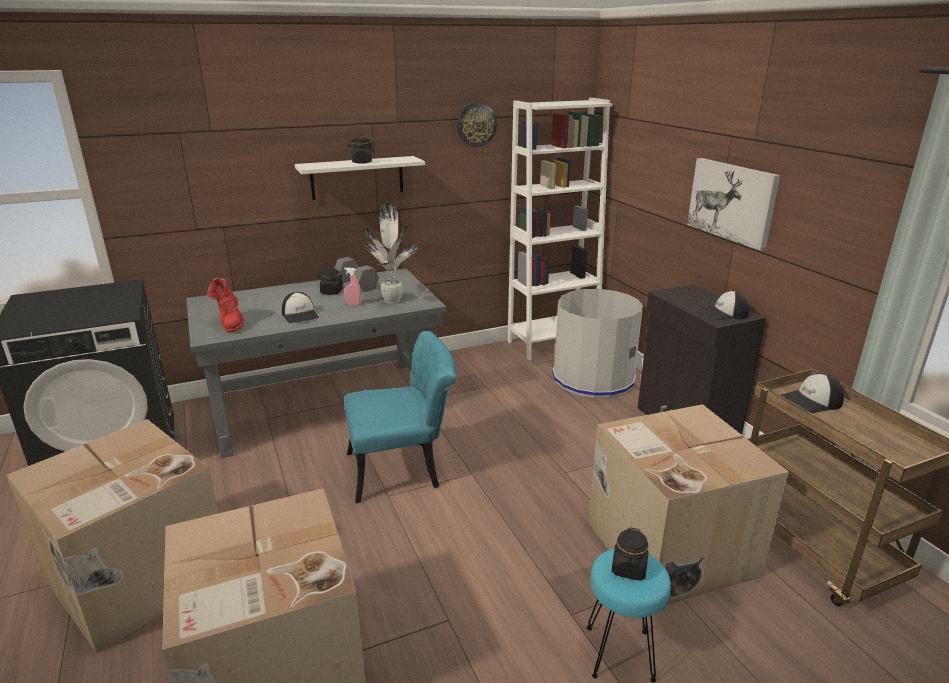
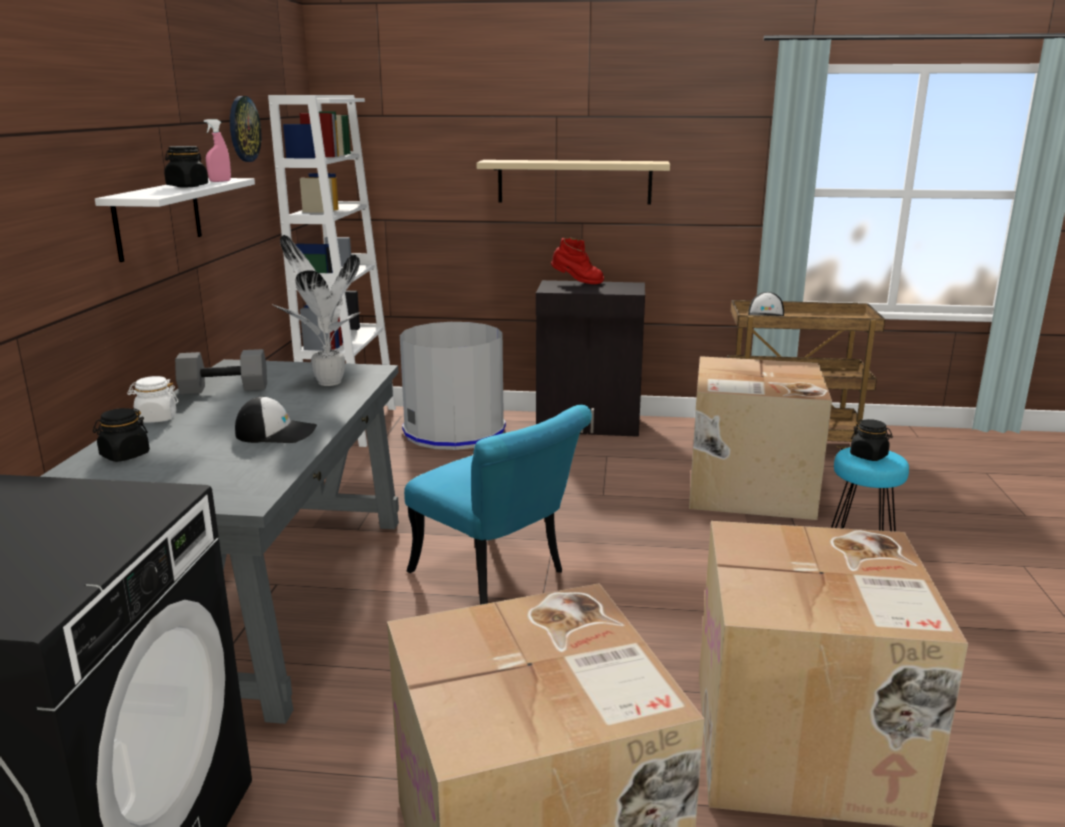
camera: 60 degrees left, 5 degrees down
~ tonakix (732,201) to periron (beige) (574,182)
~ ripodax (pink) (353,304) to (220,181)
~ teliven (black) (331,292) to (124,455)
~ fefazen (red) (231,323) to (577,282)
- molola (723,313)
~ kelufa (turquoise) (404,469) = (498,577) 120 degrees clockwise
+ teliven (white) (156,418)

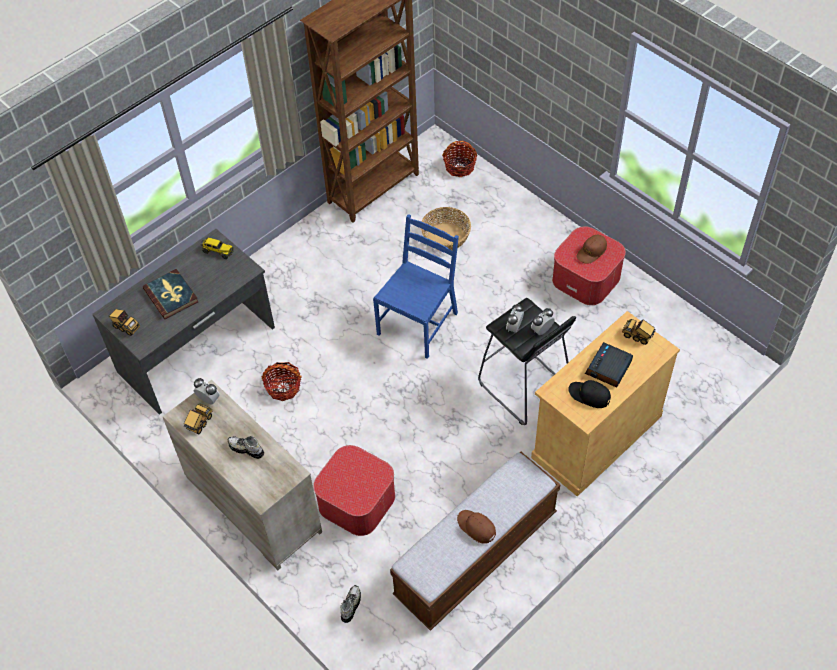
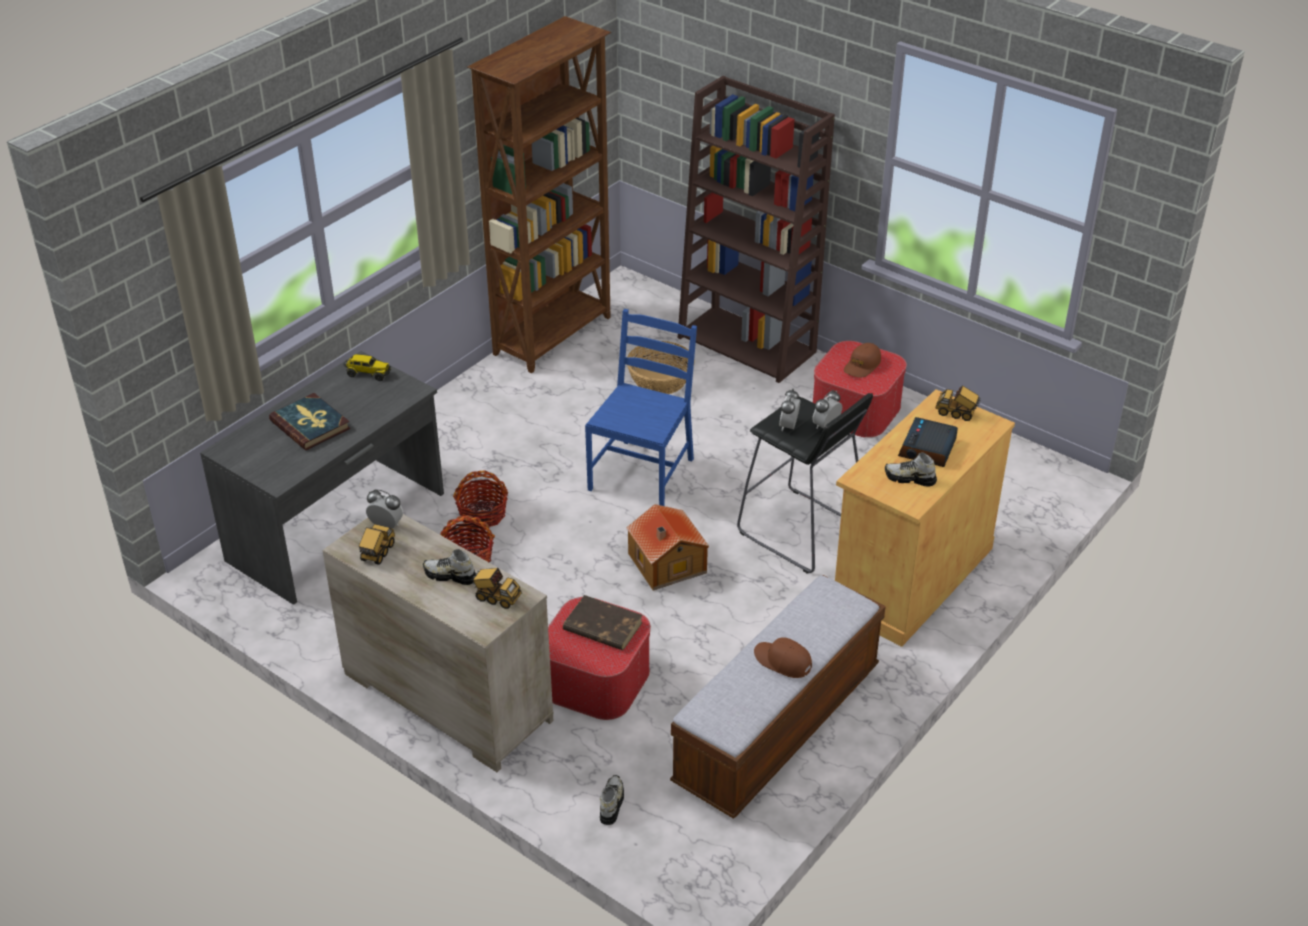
camera: 10 degrees left, 15 degrees down
~ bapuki (460,167) to (482,514)
~ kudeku (126,327) to (496,598)
~ molola (black) (589,395) to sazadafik (910,478)
+ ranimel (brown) (748,345)
+ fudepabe (666,564)
+ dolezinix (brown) (602,626)

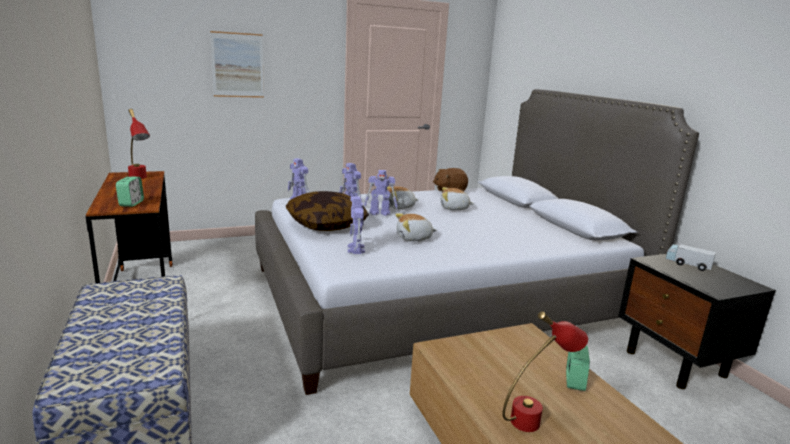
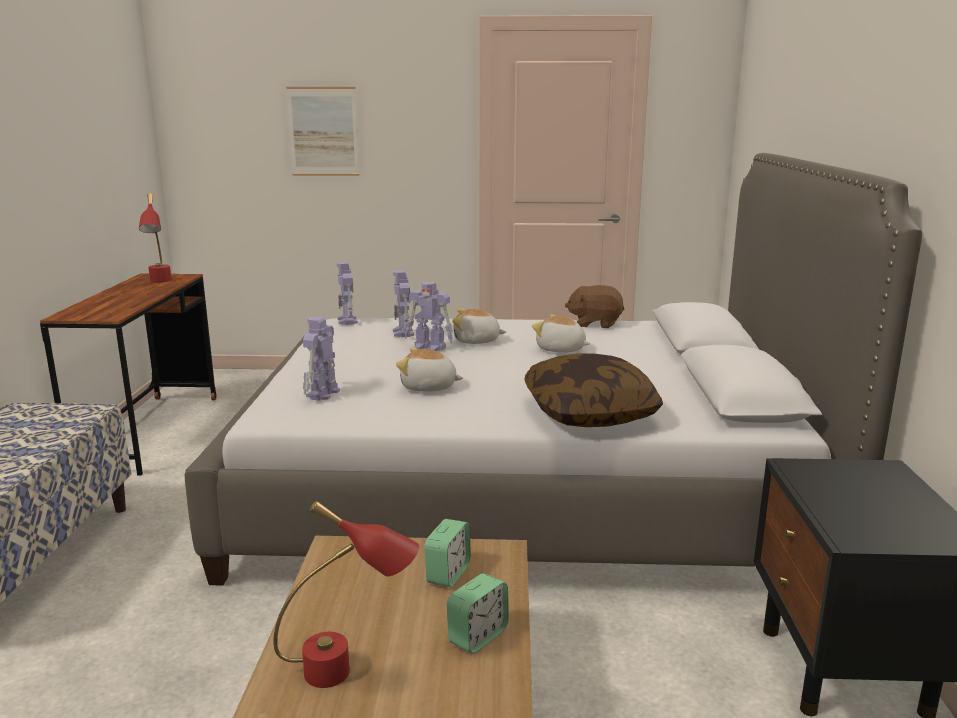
camera: 25 degrees right, 0 degrees up
~ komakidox (131,203) to (448,574)
~ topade (326,224) to (589,413)
- kudeku (687,264)

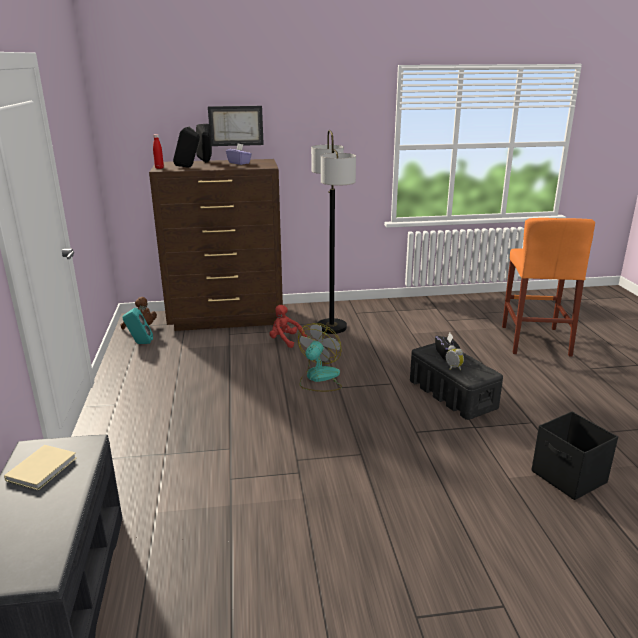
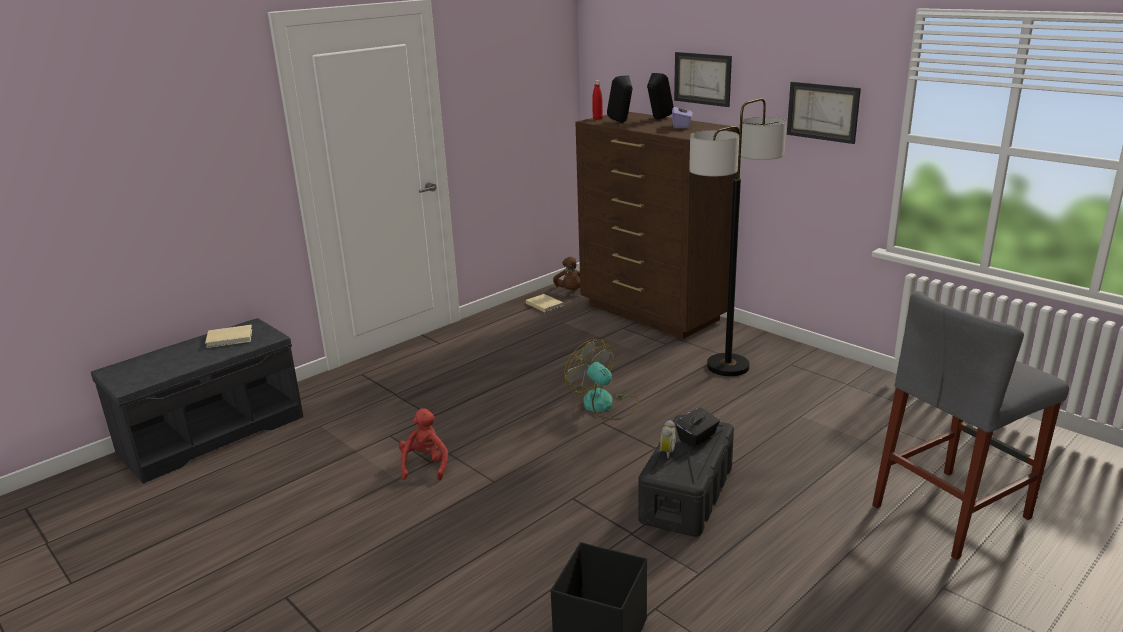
camera: 55 degrees right, 0 degrees up
~ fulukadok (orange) (535,340) to fulukadok (grey) (951,512)
~ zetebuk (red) (285,340) to (425,465)
~ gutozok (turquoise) (140,343) to dolezinix (beige) (544,304)
~ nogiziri (319,378) = (604,405) 120 degrees counterclockwise
+ tonakix (822,112)

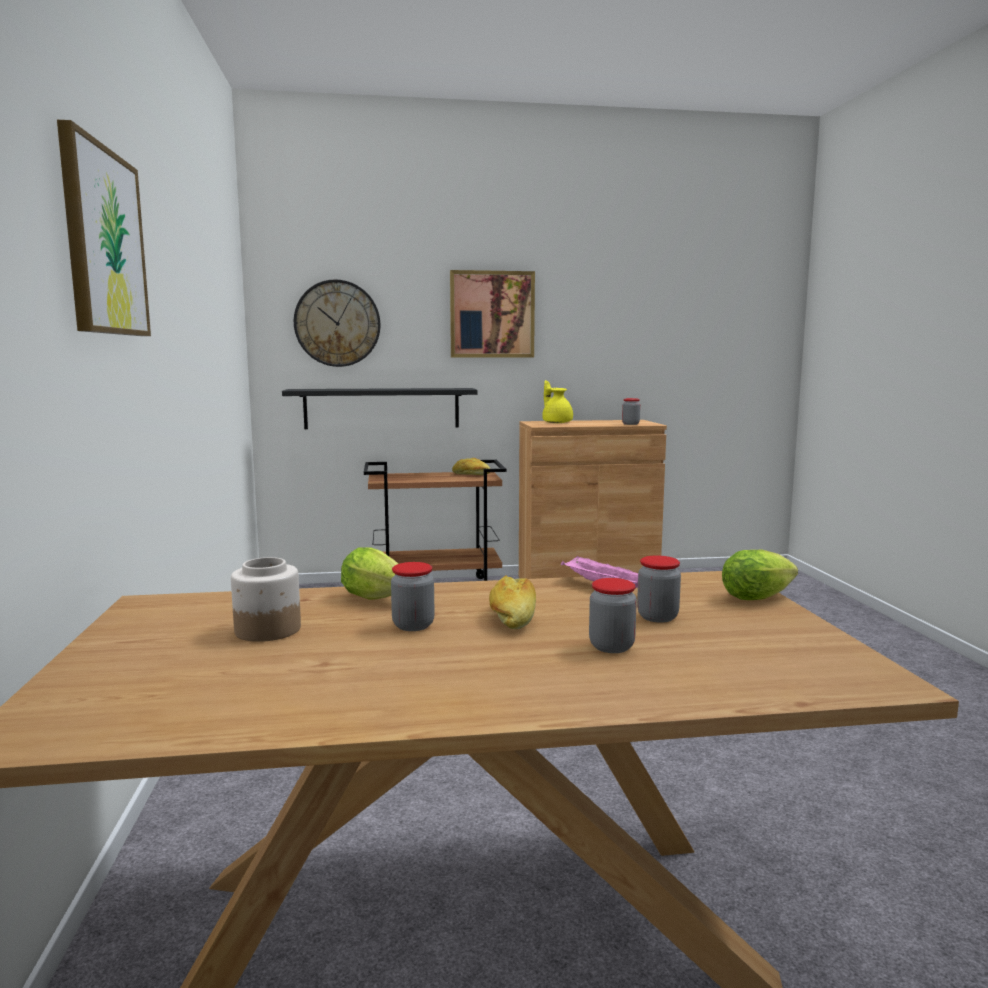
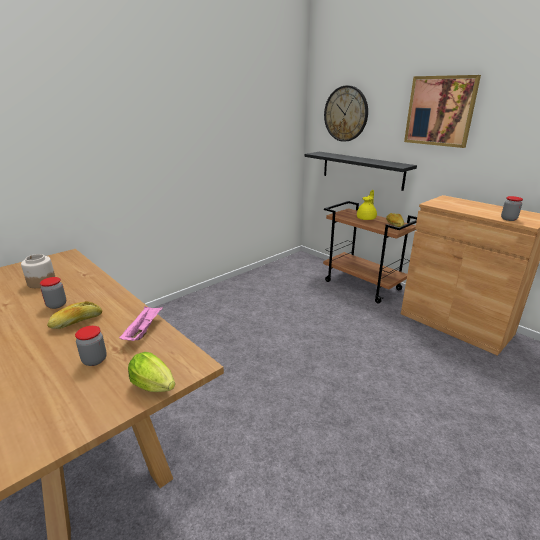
camera: 55 degrees right, 15 degrees up
- tonakix (104,242)
~ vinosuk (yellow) (556,422) to (366,218)
- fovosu (378,599)
- teliven (611,646)

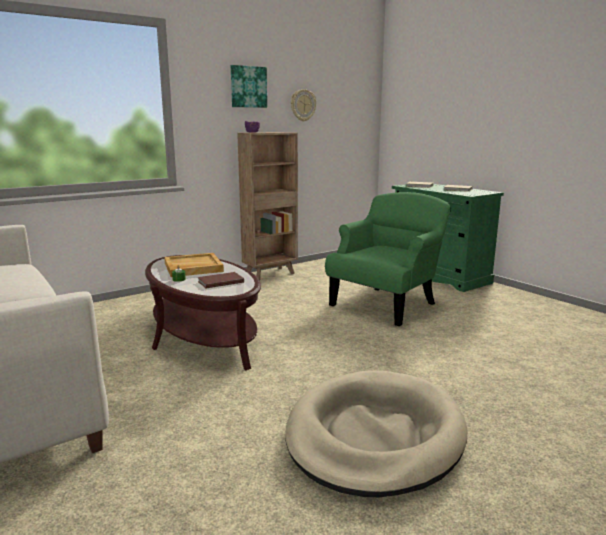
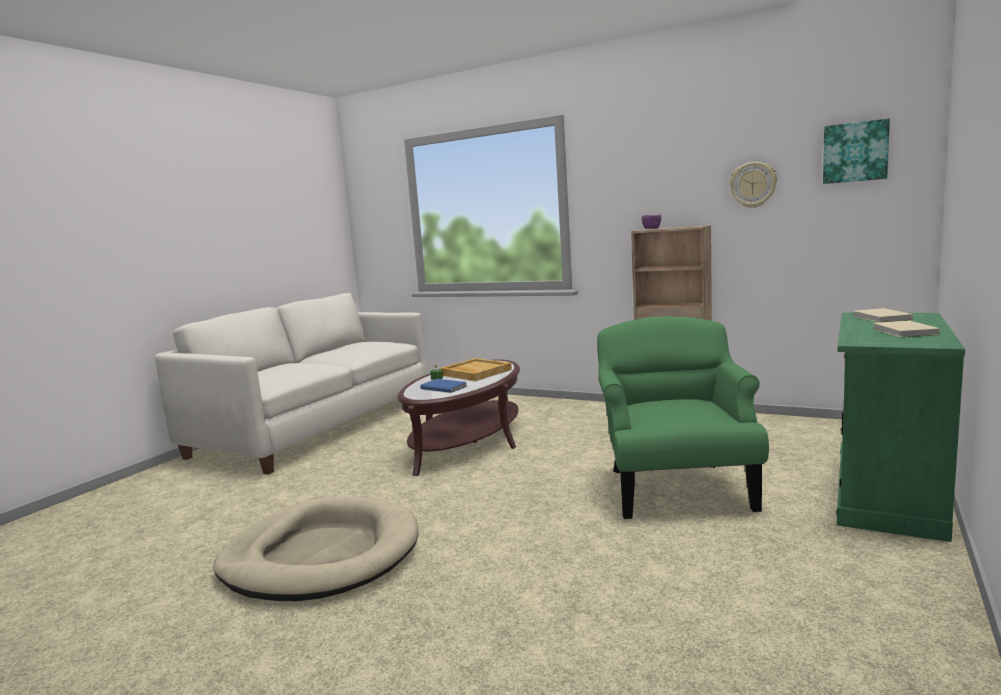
camera: 65 degrees right, 5 degrees down
~ tonakix (248,87) to (855,152)
~ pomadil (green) (386,304) = (676,487) 105 degrees counterclockwise
~ dolezinix (brown) (220,282) to dolezinix (blue) (444,387)

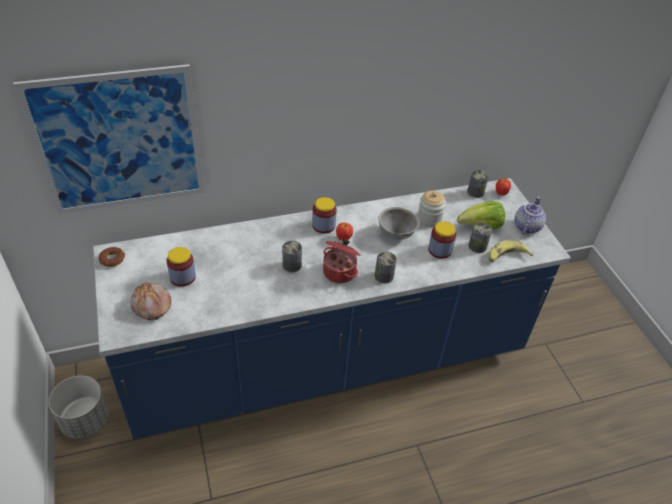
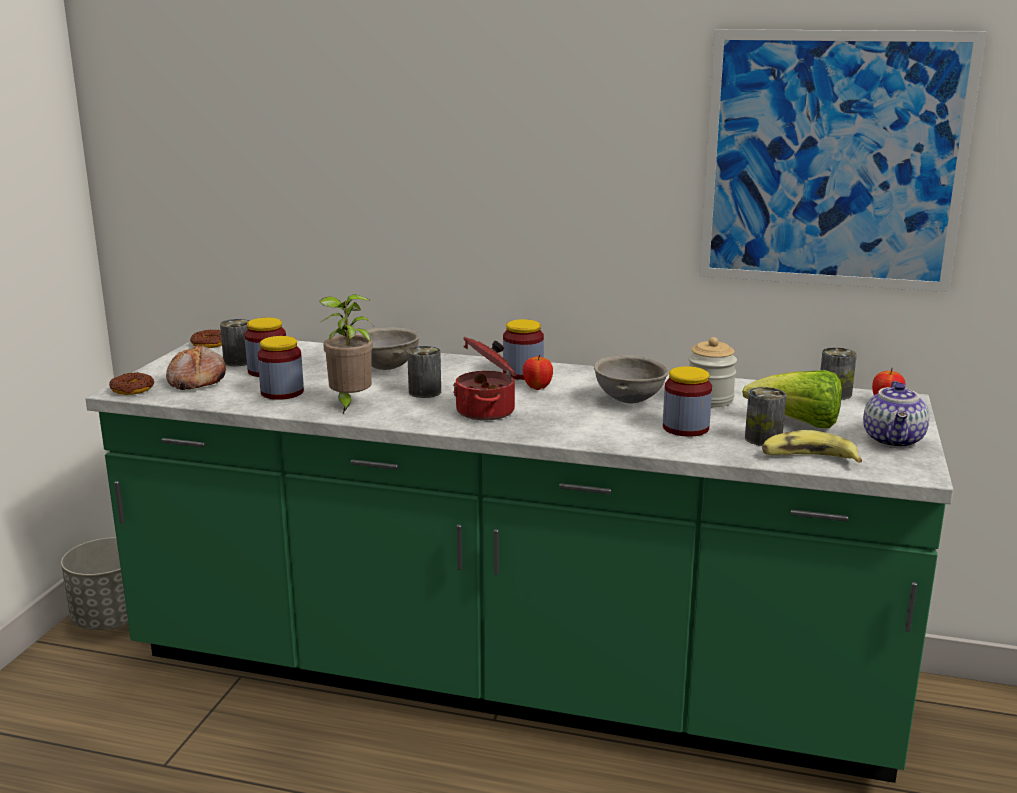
camera: 35 degrees right, 25 degrees down
~ tonakix (119,142) to (832,161)
~ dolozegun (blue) (328,361) to dolozegun (green) (508,676)
~ vinosuk (526,226) = (894,441) 135 degrees clockwise
~ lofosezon (384,276) to (239,361)
+ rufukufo (349,404)
+ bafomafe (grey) (386,368)
+ teliven (282,392)
+ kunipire (132,389)

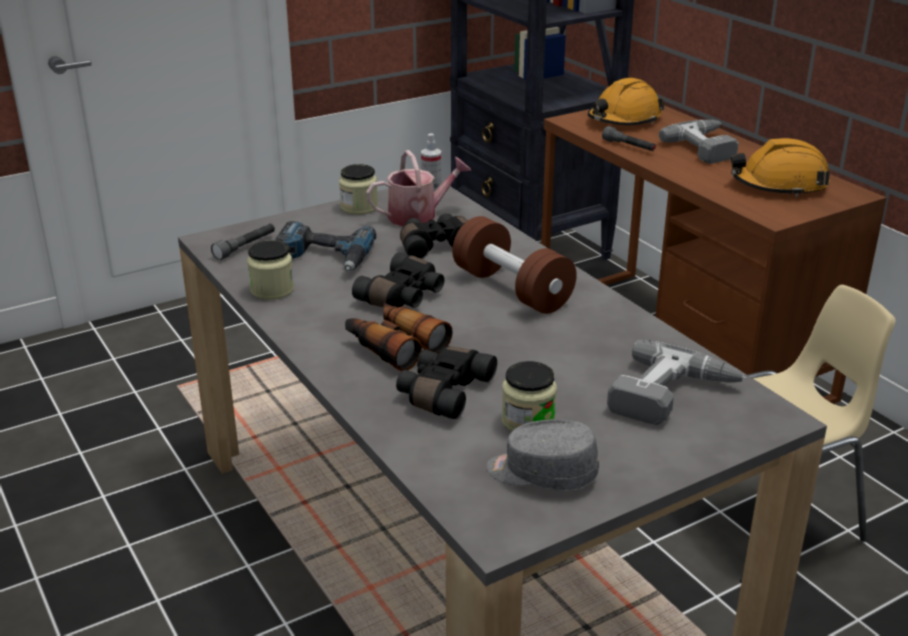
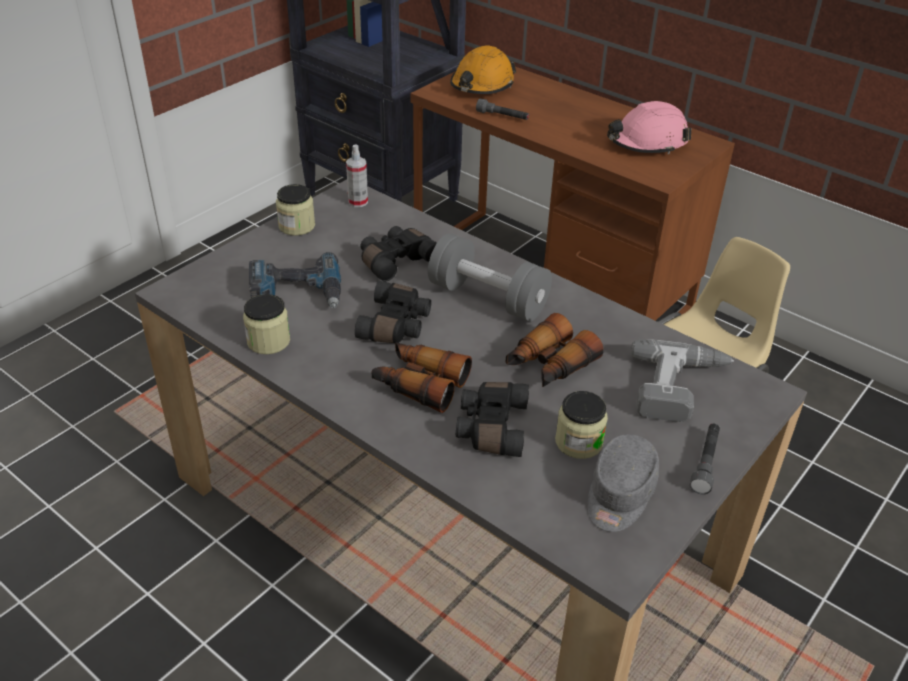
camera: 20 degrees left, 10 degrees up
- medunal (708,147)
~ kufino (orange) (779,185) to kufino (pink) (647,142)
- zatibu (419,216)
~ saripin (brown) (512,289) to saripin (grey) (488,298)
~ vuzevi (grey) (245,247) to (705,463)
~ molola (grey) (541,473) = (619,496) 60 degrees counterclockwise
+ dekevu (549,365)

